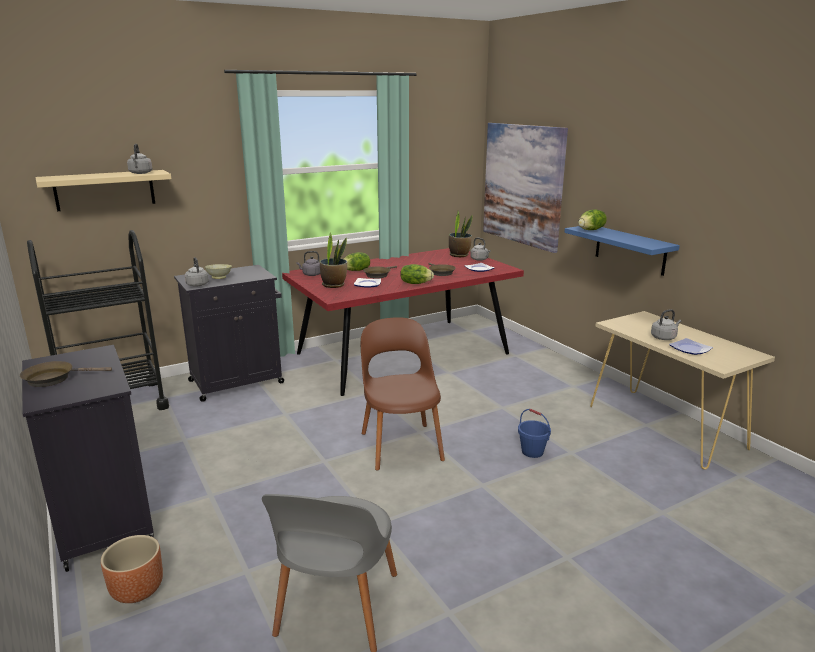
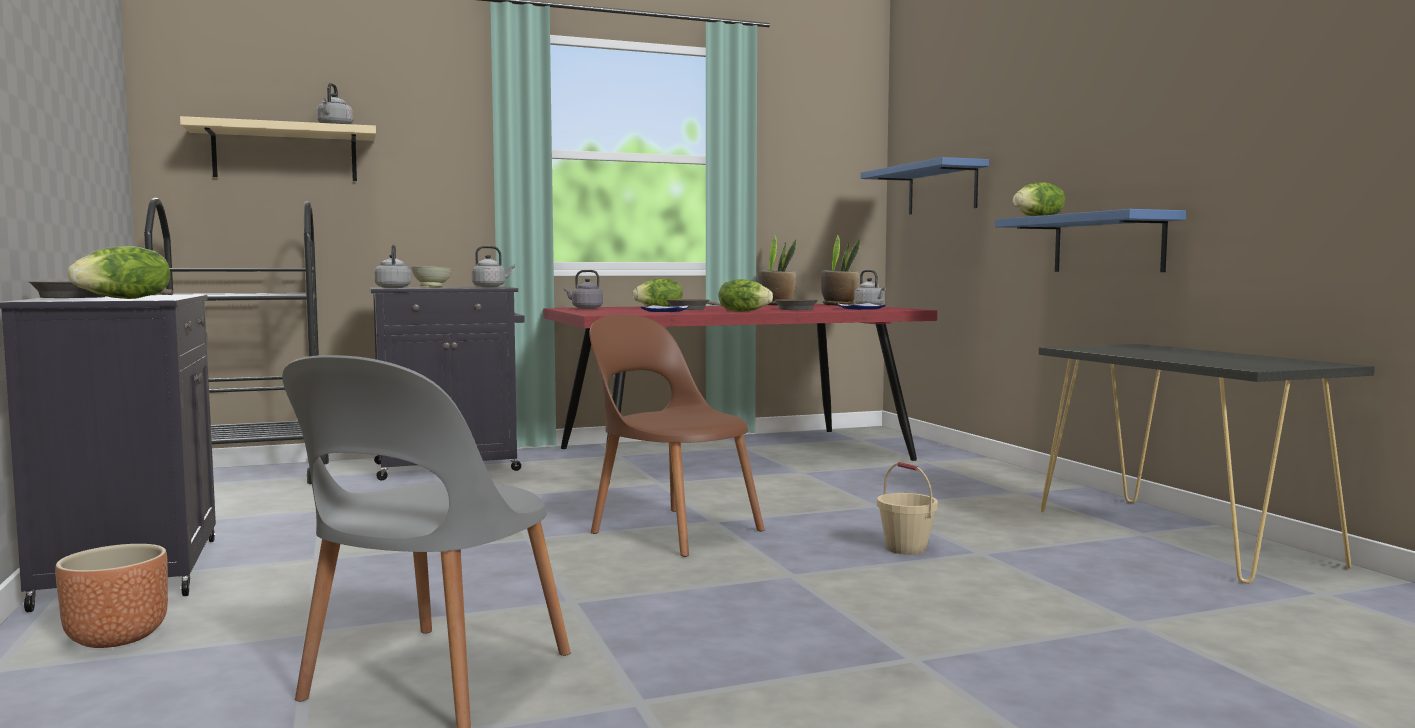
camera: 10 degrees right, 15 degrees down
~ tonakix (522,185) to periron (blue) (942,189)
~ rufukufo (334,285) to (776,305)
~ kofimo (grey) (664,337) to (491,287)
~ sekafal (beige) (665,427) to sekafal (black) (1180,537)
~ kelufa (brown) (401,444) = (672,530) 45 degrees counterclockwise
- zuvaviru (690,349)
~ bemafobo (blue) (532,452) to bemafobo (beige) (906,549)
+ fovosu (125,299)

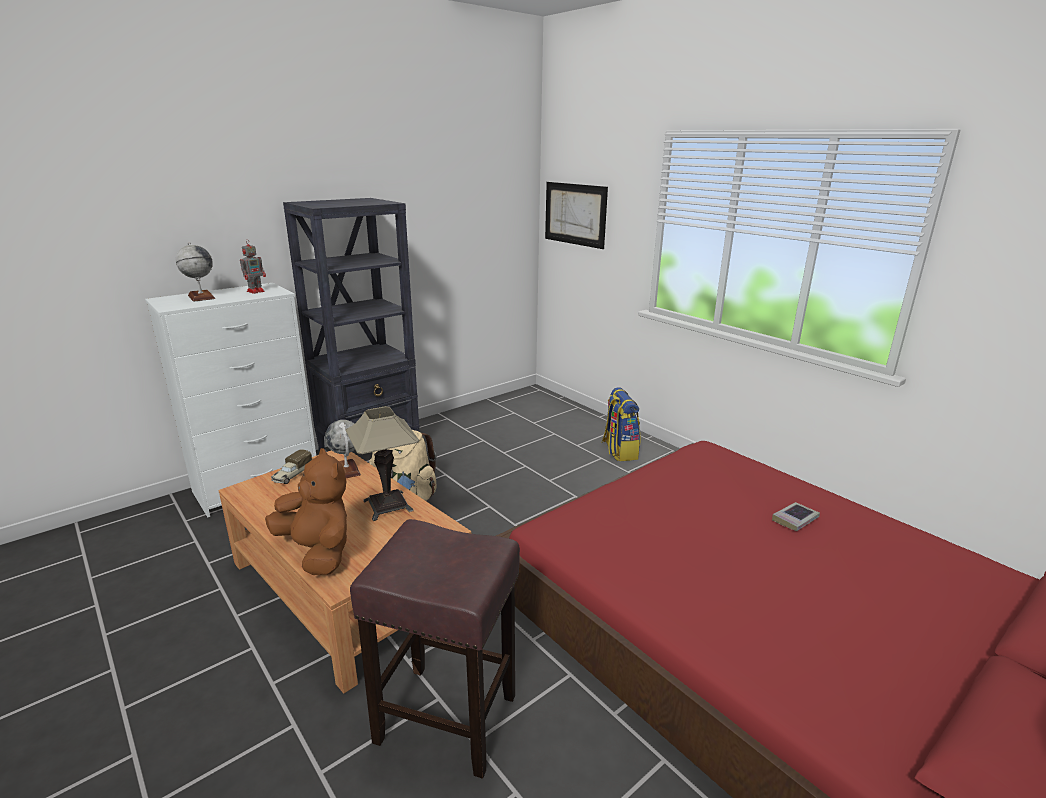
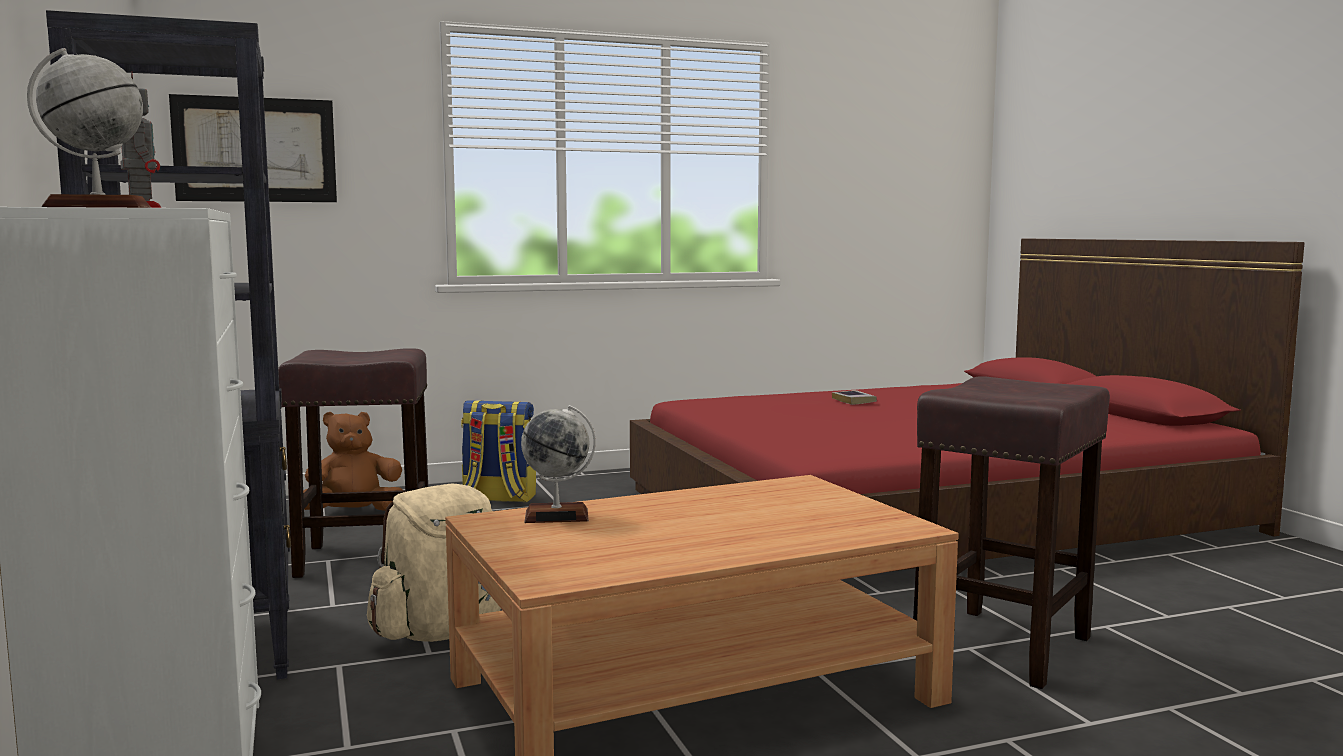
camera: 70 degrees left, 15 degrees down
- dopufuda (387,505)
~ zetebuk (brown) (318,552) to (353,513)
- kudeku (292,475)
+ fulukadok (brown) (362,559)

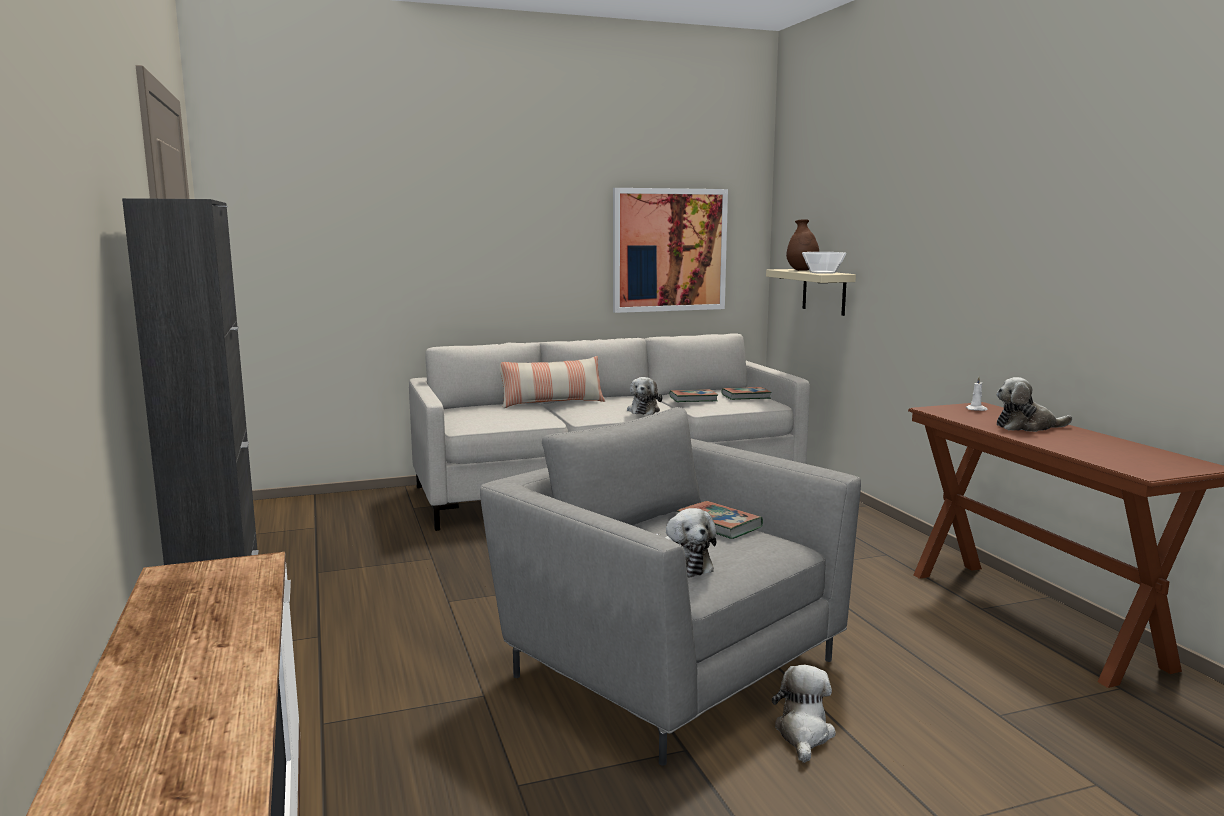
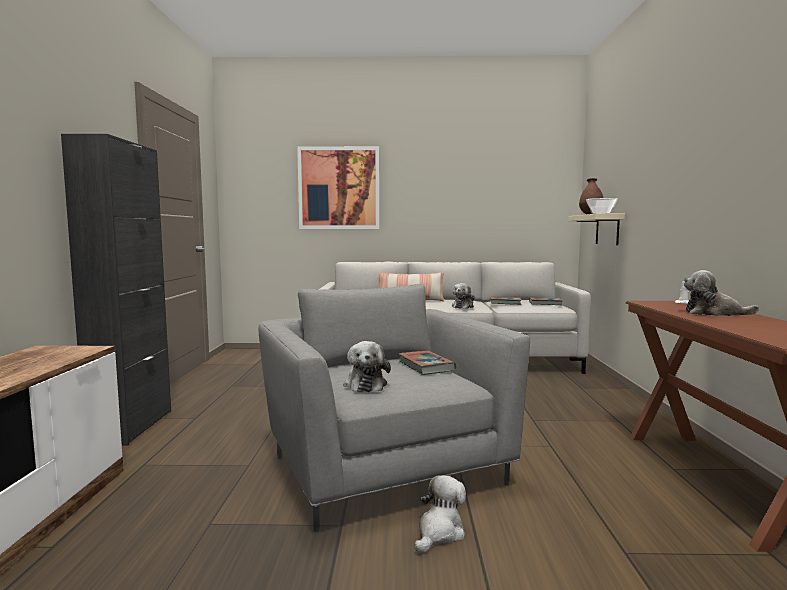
camera: 20 degrees right, 5 degrees down
~ tonakix (669,250) to (339,188)

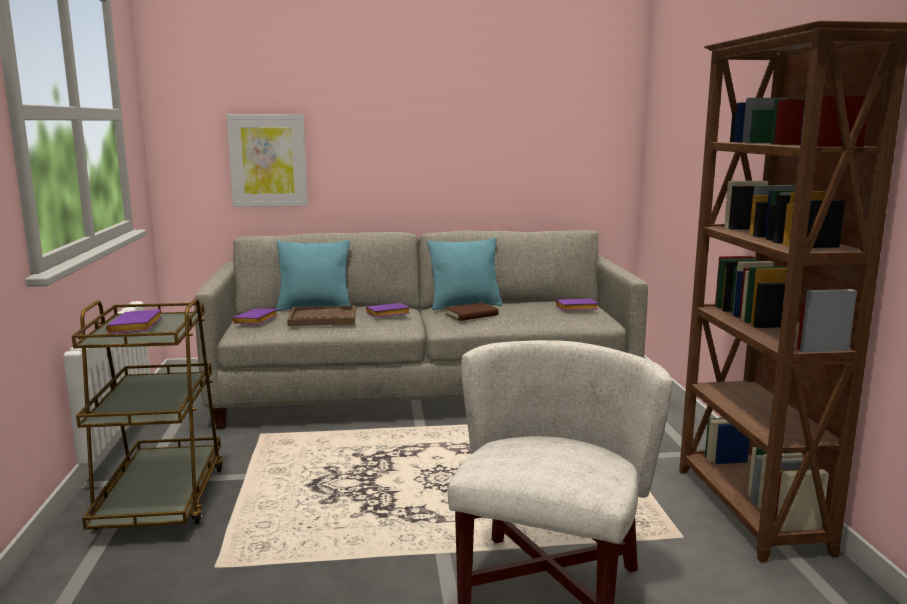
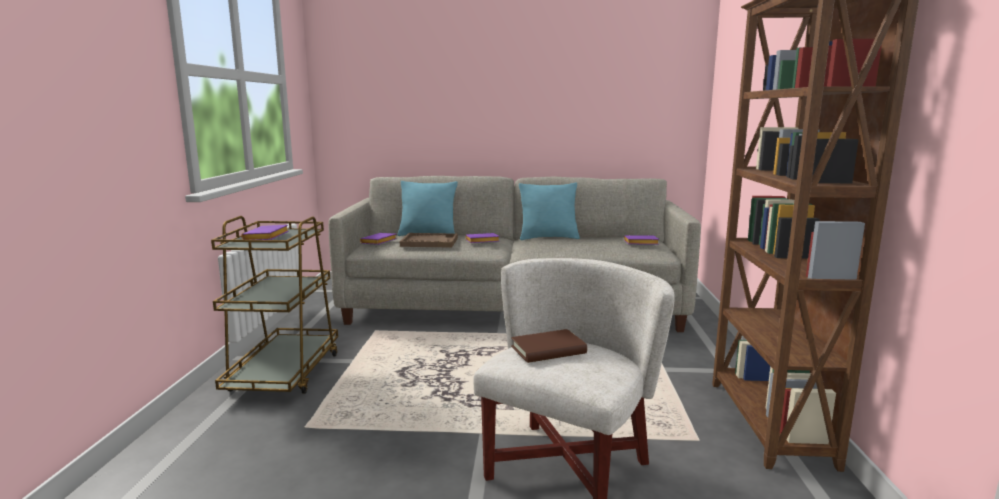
camera: 10 degrees right, 0 degrees up
- tonakix (268,160)
~ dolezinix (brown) (471,315) to (548,350)

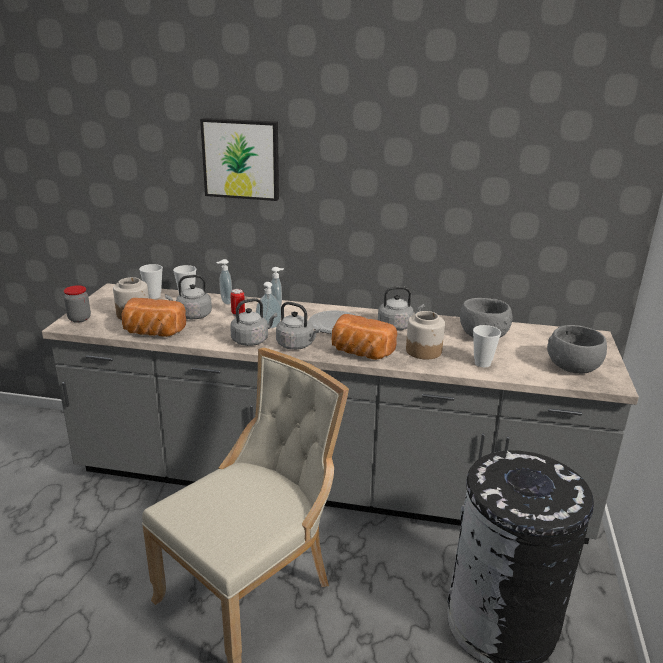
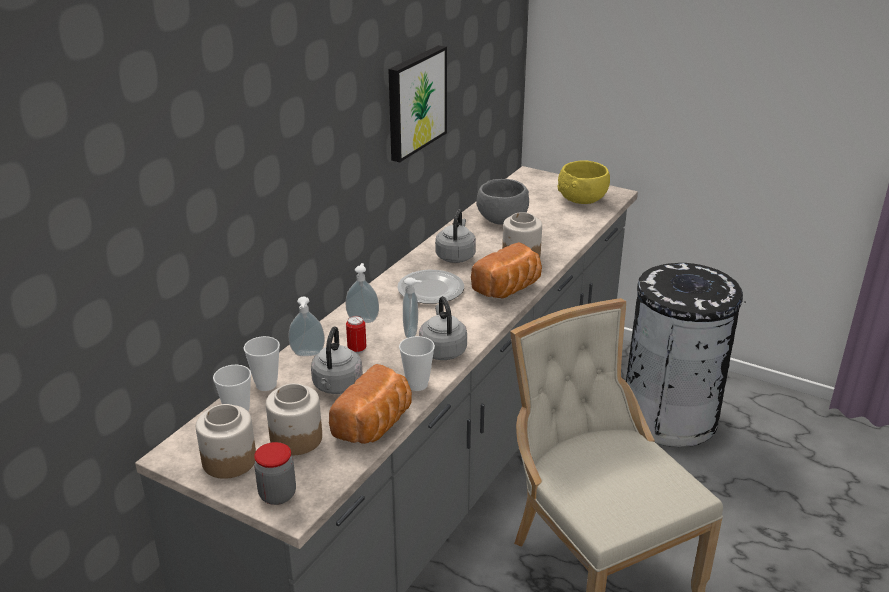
camera: 70 degrees left, 5 degrees up
~ tonakix (241,159) to (415,102)
- kofimo (grey) (297,345)
~ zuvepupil (482,363) to (417,384)
~ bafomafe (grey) (572,367) to bafomafe (yellow) (582,200)
+ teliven (228,461)

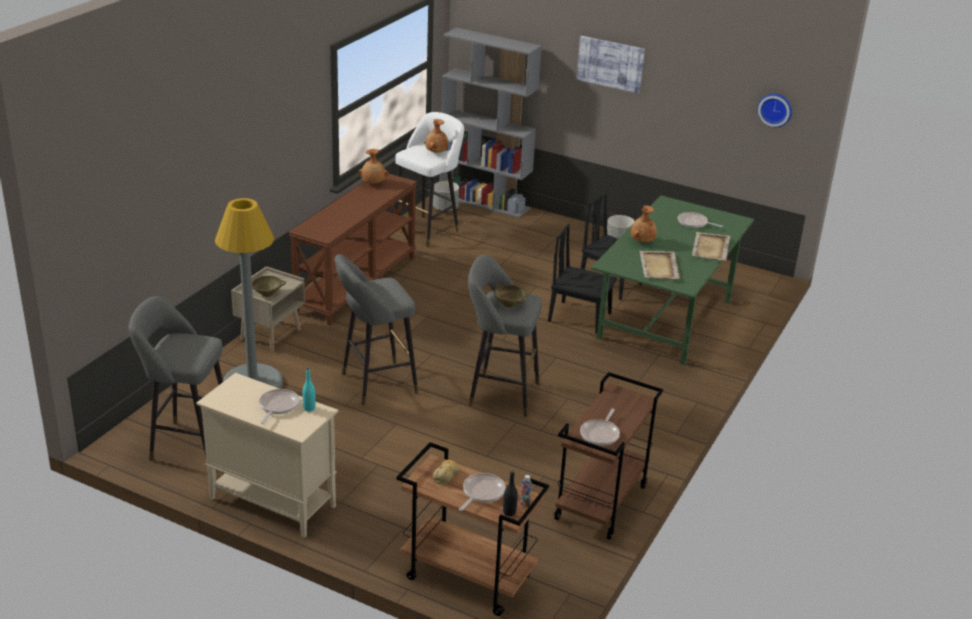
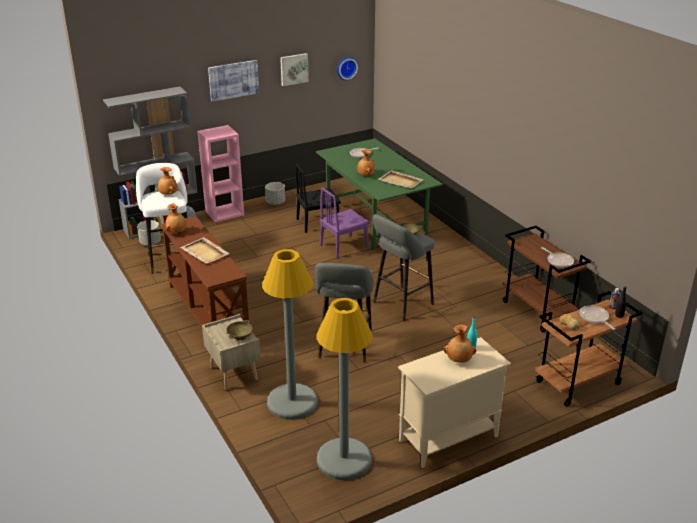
camera: 55 degrees left, 0 degrees up
~ kelufa (black) (580,317) to kelufa (purple) (344,246)
~ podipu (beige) (710,248) to (205,252)
~ fulukadok (grey) (187,444) to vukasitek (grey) (344,460)
~ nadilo (278,406) to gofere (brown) (459,360)
+ tonakix (293,69)
+ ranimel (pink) (225,213)

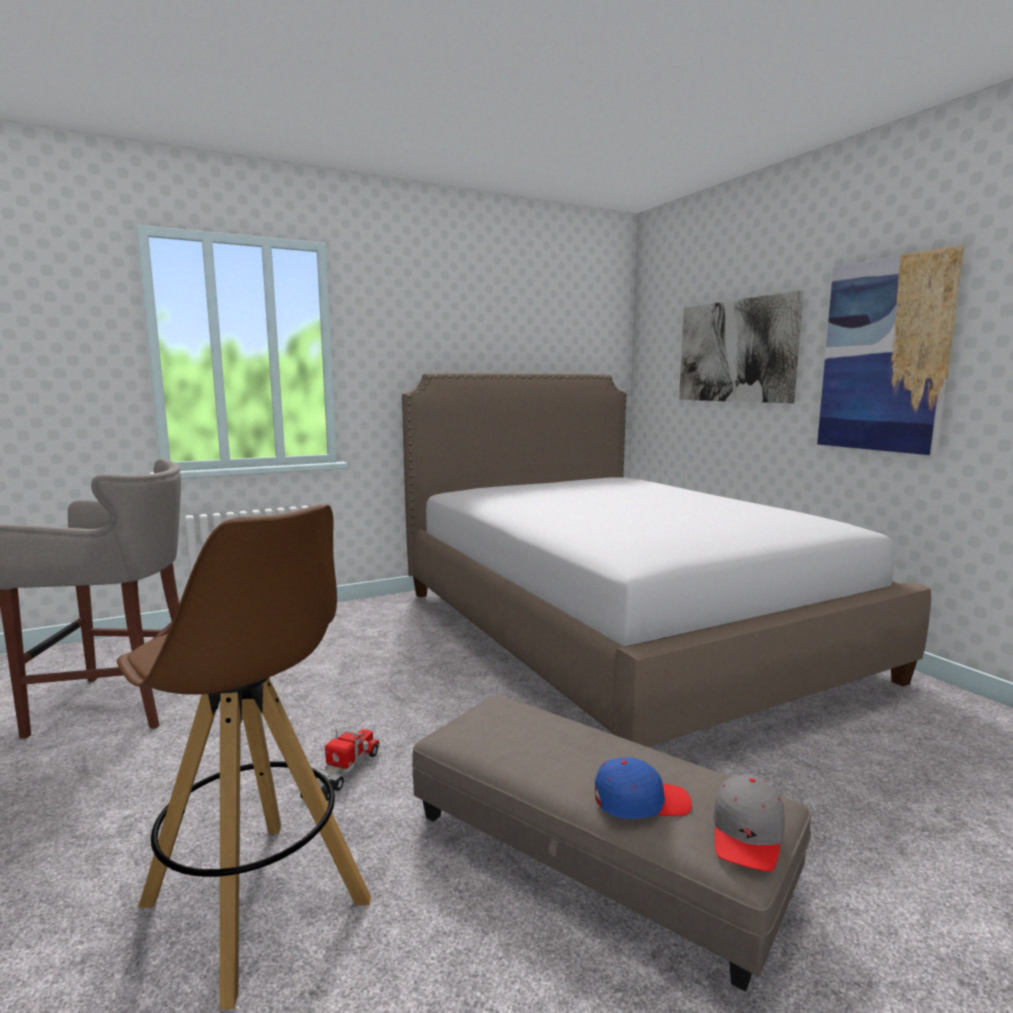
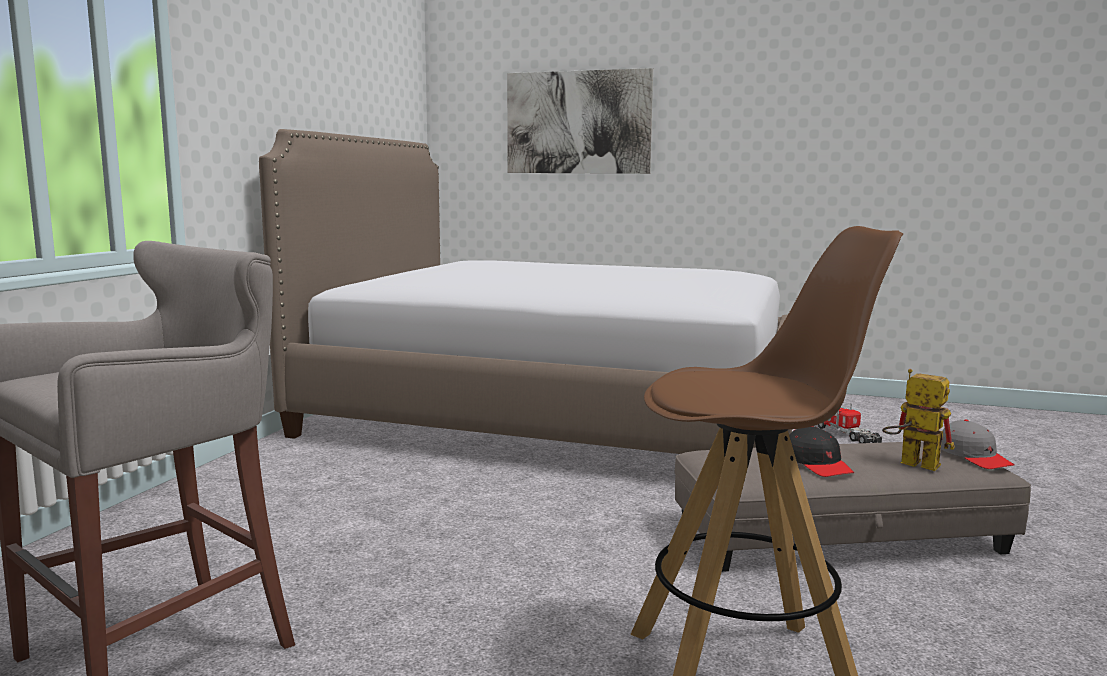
camera: 45 degrees left, 0 degrees up
- tonakix (885,355)
~ kudeku (342,774) to (847,435)
~ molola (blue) (640,801) to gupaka (910,463)
+ molola (black) (818,464)

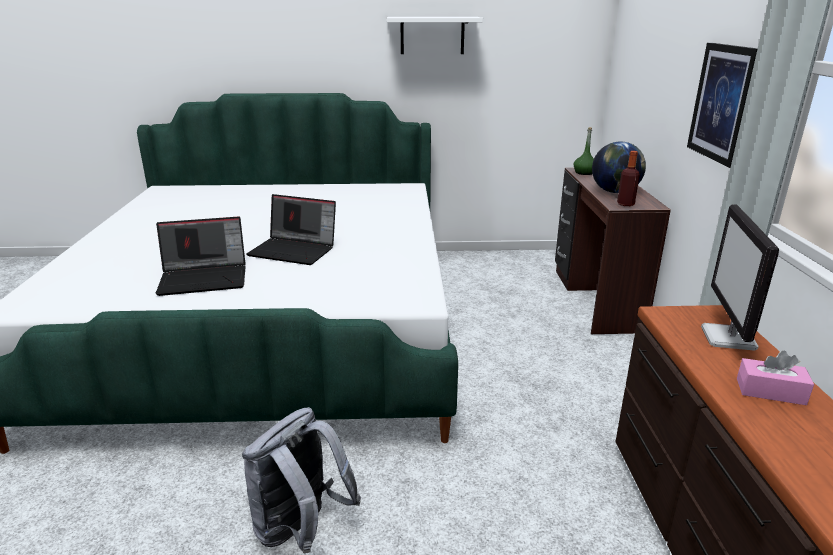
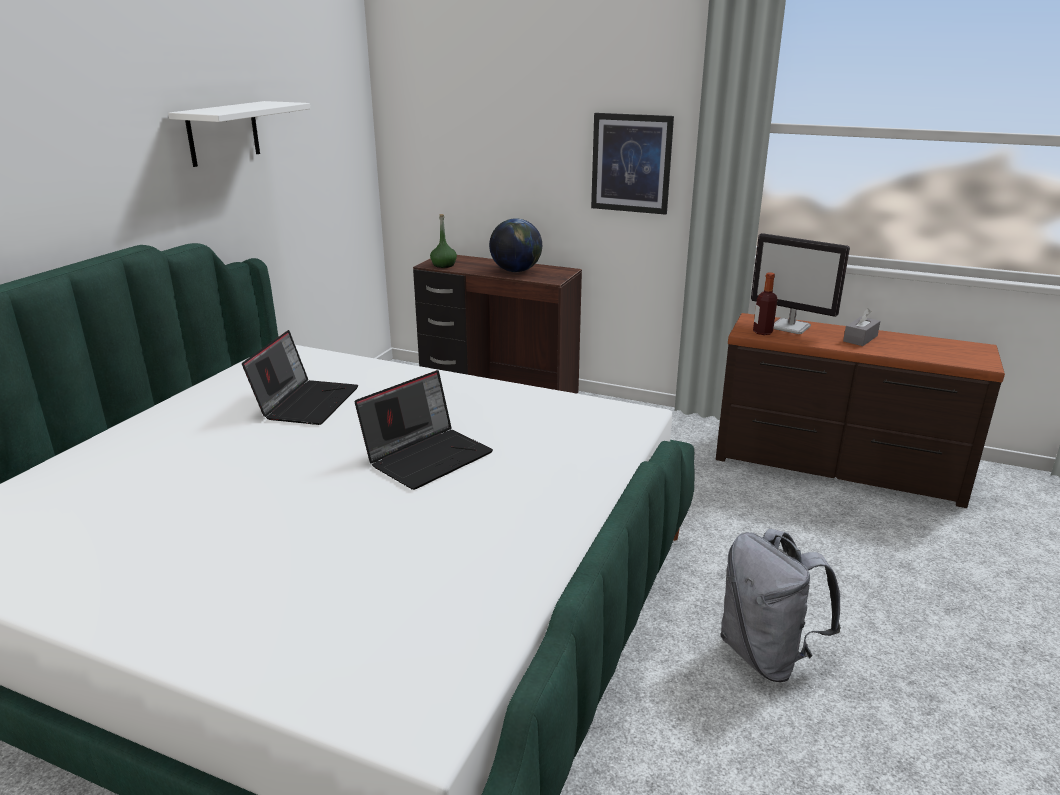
camera: 65 degrees left, 0 degrees up
~ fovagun (625,204) to (762,332)
~ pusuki (205,278) to (306,402)
~ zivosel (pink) (770,391) to zivosel (grey) (860,338)

